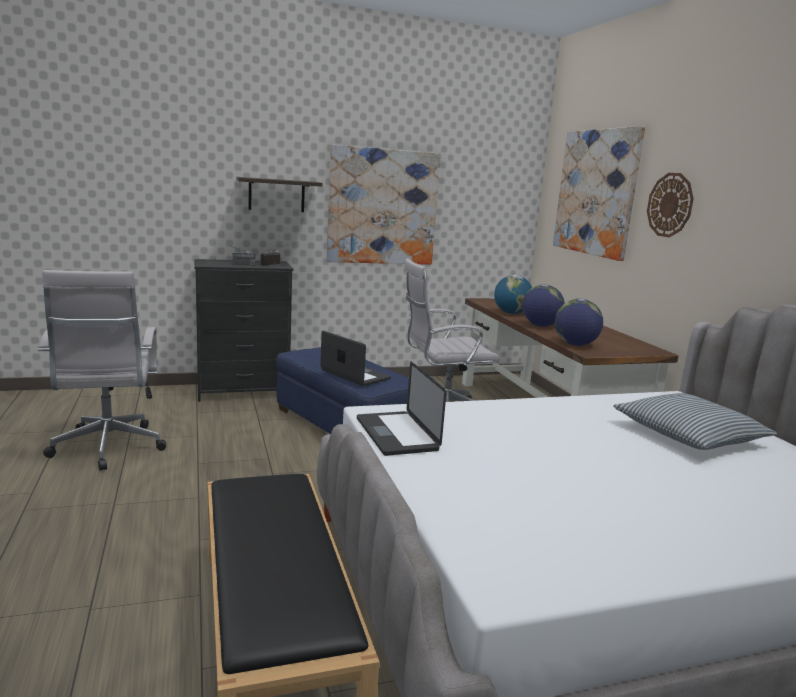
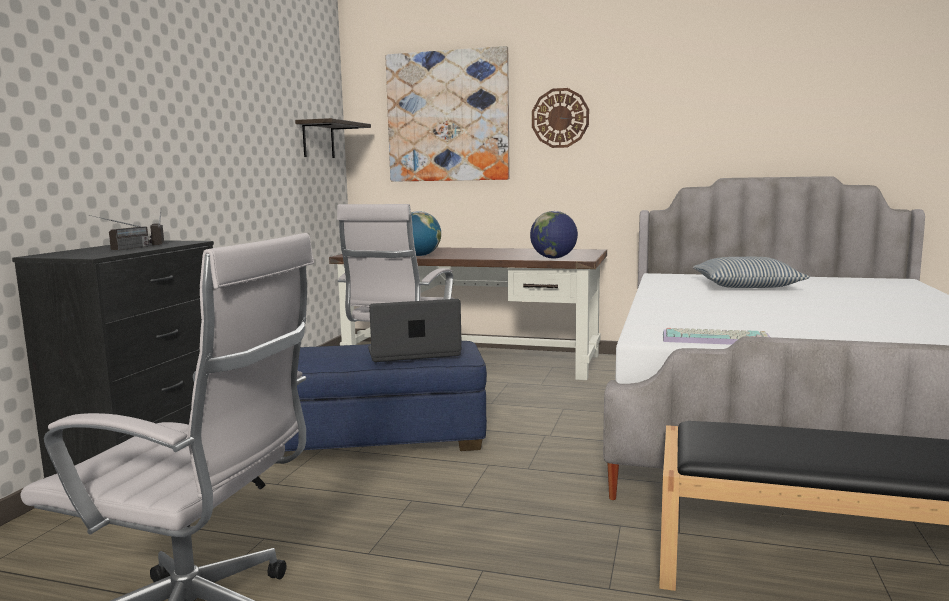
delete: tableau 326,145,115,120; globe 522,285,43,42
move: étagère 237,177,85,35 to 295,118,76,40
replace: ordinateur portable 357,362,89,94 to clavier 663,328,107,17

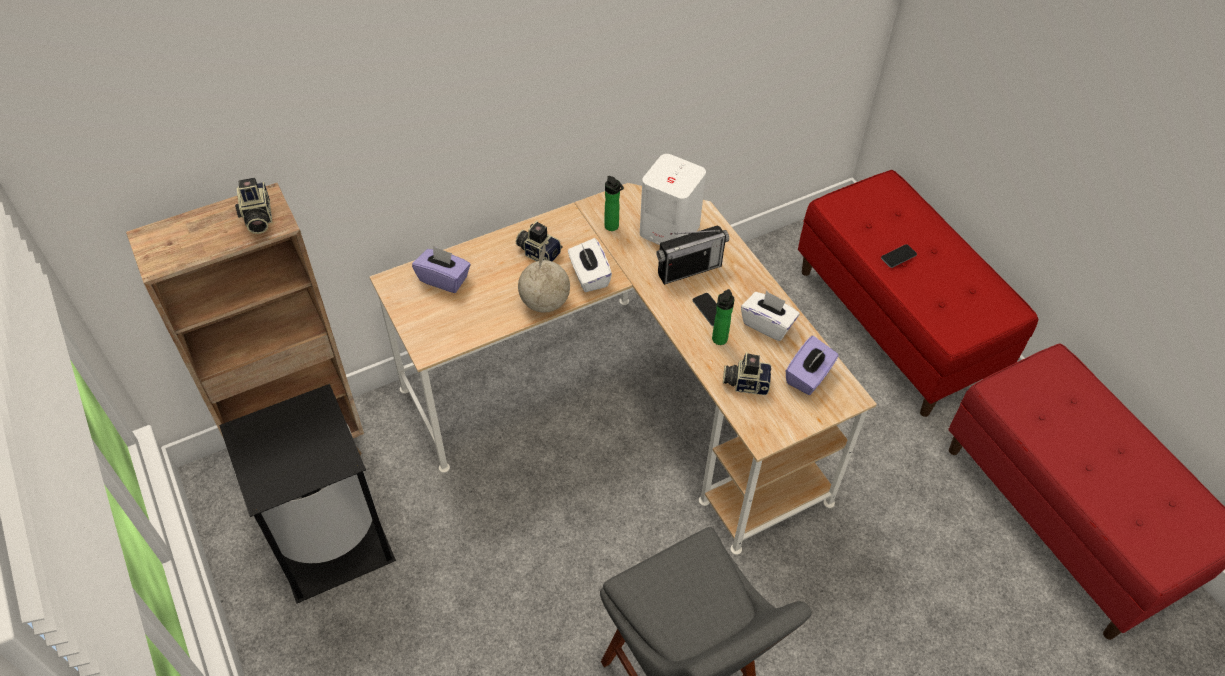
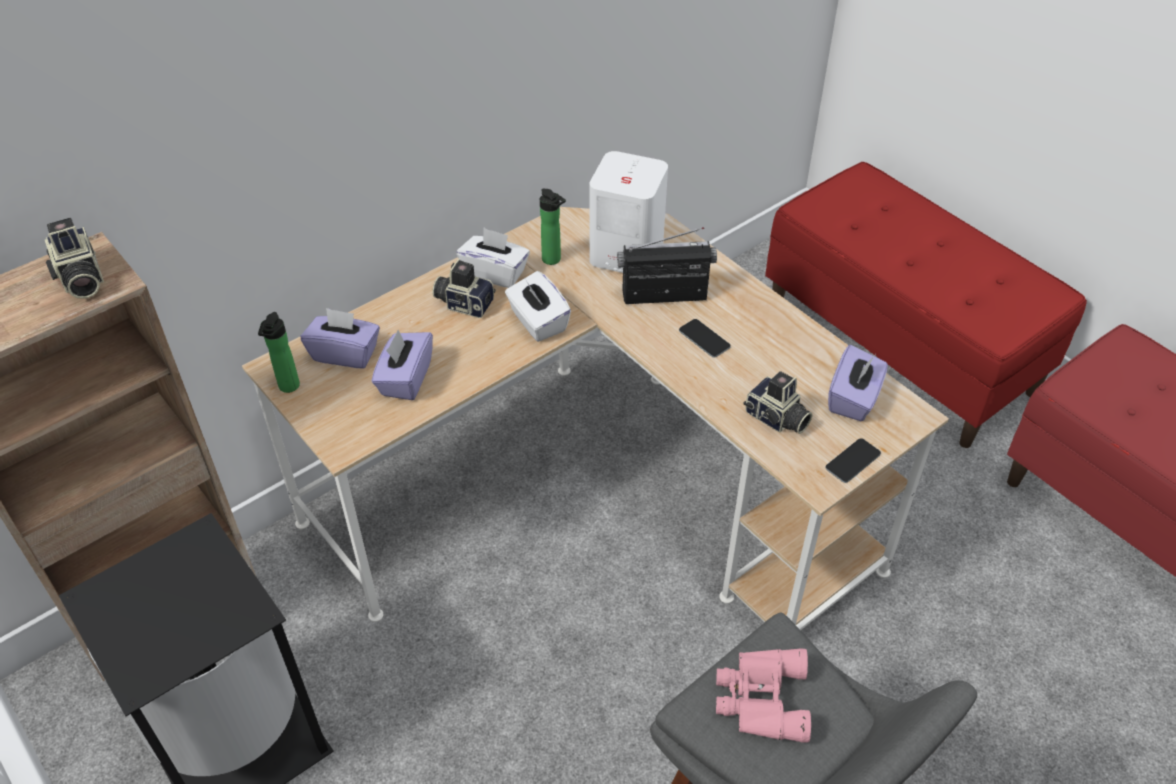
delete: globe 518,242,52,70
insert: boîte à mouchoirs (violet) 372,330,61,70; jumelles (rose) 716,648,95,95
move: bouteille 712,289,23,56 to 258,312,42,81; boîte à mouchoirs (blanc) 741,291,59,50 to 457,227,73,61; téléphone 881,244,36,24 to 825,438,56,45
rotate: radio 656,226,73,59 = 617,227,100,77 150 degrees counterclockwise; appareil photo 723,352,48,43 = 743,371,70,63 135 degrees counterclockwise

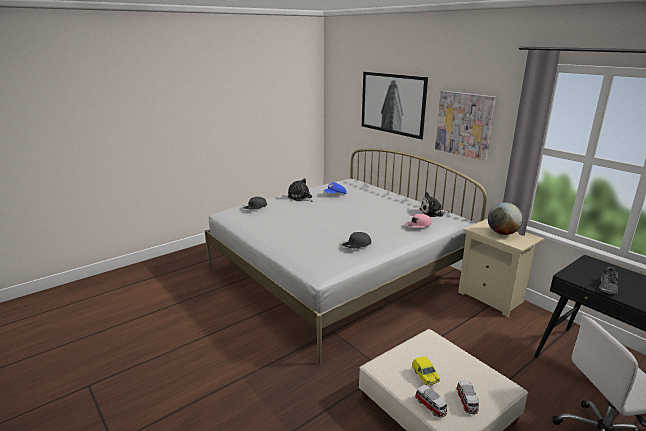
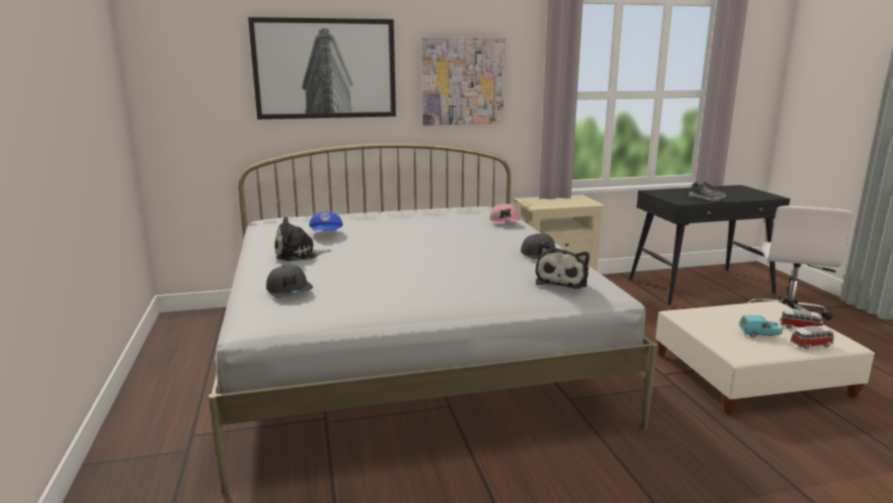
delete: globe 488,202,35,33
move: peluche 420,192,29,25 to 536,243,53,46
recolor: petite voiture (jaune) 412,357,28,28 to petite voiture (turquoise) 739,315,44,23

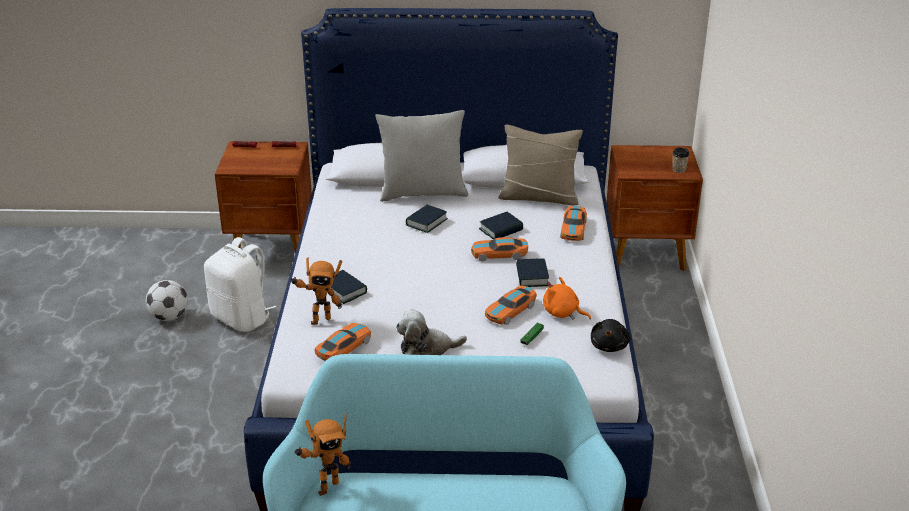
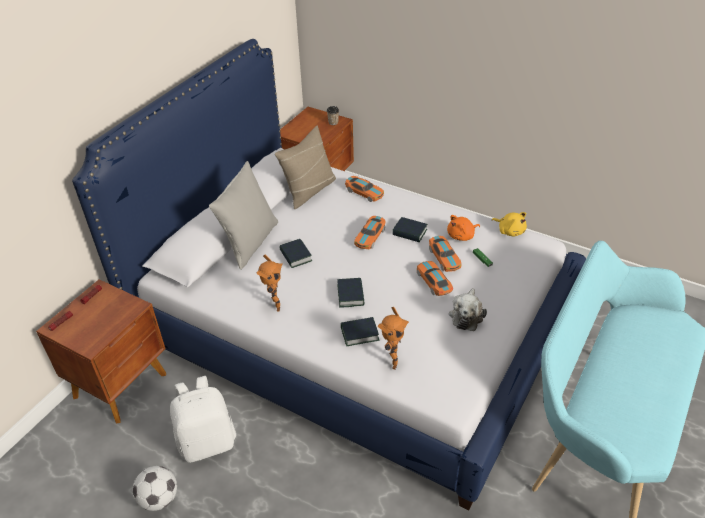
move: robot jouet 294,414,57,82 to 257,255,25,56; petite voiture 314,323,57,38 to 417,261,36,35; livre 479,212,44,27 to 337,278,28,29
recolor: peluche (noir) 591,319,40,33 to peluche (jaune) 492,212,35,24

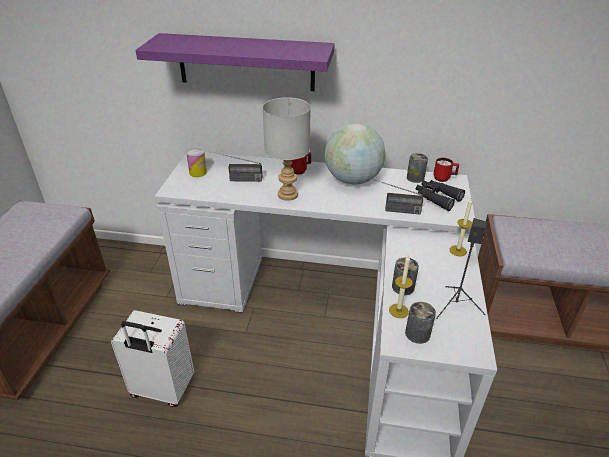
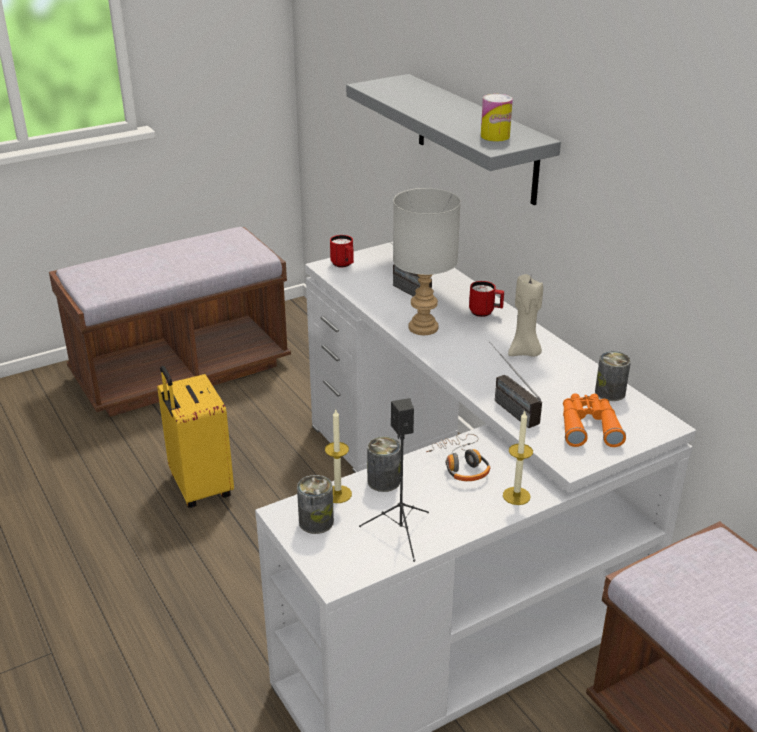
insert: casque audio 426,434,64,47
move: boîte métallique 186,148,21,29 to 481,94,32,47; mug (rouge) 433,158,26,24 to 330,235,24,32
replace: globe 325,123,61,62 to bougie (beige) 508,274,35,83
recolor: valise (blanc) 111,310,83,97 to valise (jaune) 157,366,77,142; étagère (violet) 135,33,199,58 to étagère (gris) 346,74,215,131; jumelles (noir) 416,180,49,31 to jumelles (orange) 563,393,63,54

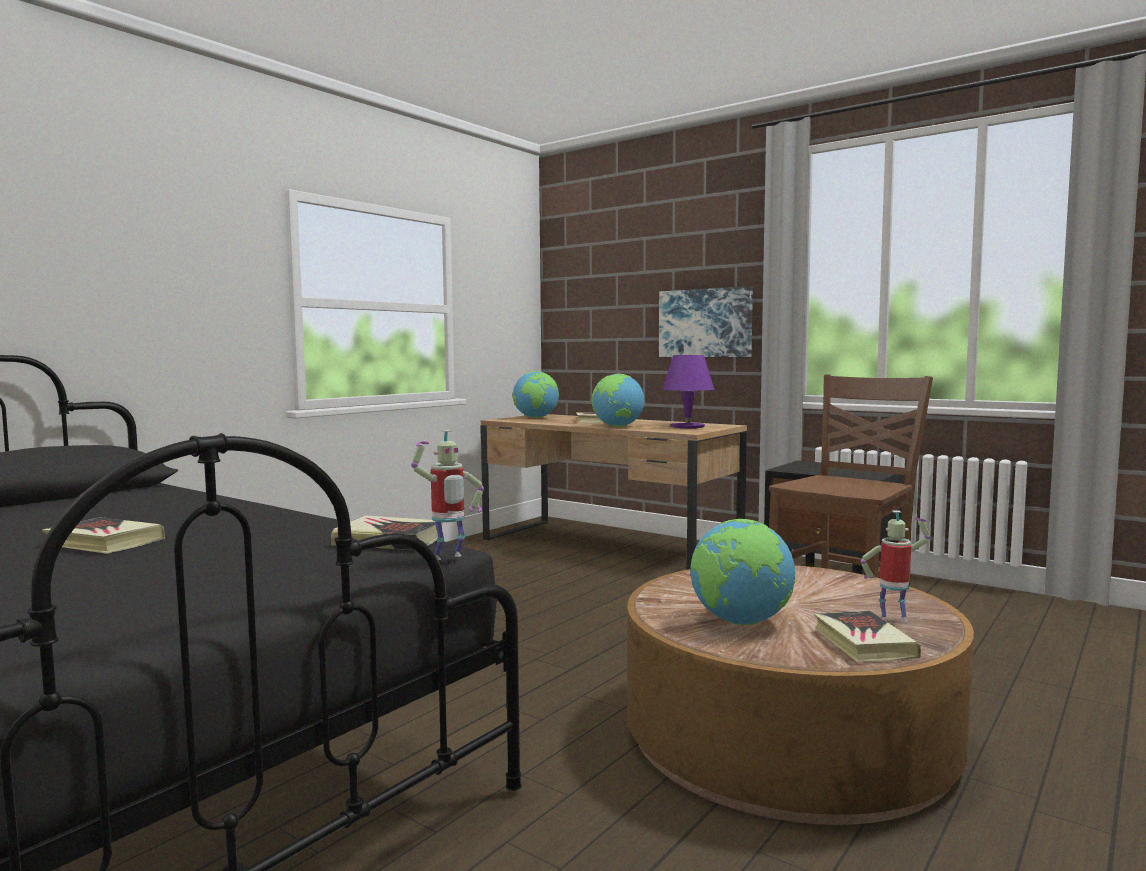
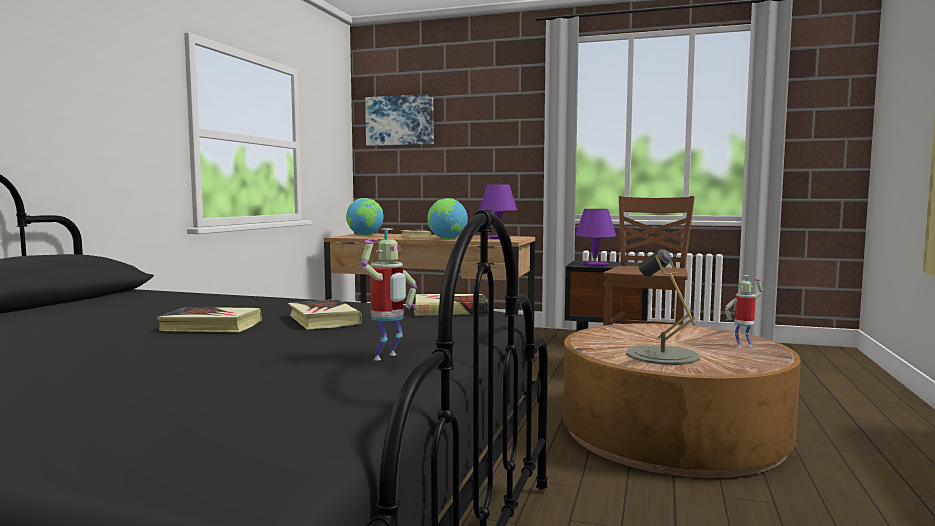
insert: lampe de table (violet) 575,209,41,57
move: robot jouet 411,430,73,130 to 361,228,56,133; tableau 659,286,94,71 to 365,94,69,52; livre 814,611,107,51 to 288,299,74,31
replace: globe 690,519,105,106 to lampe de table (gris) 626,249,74,116

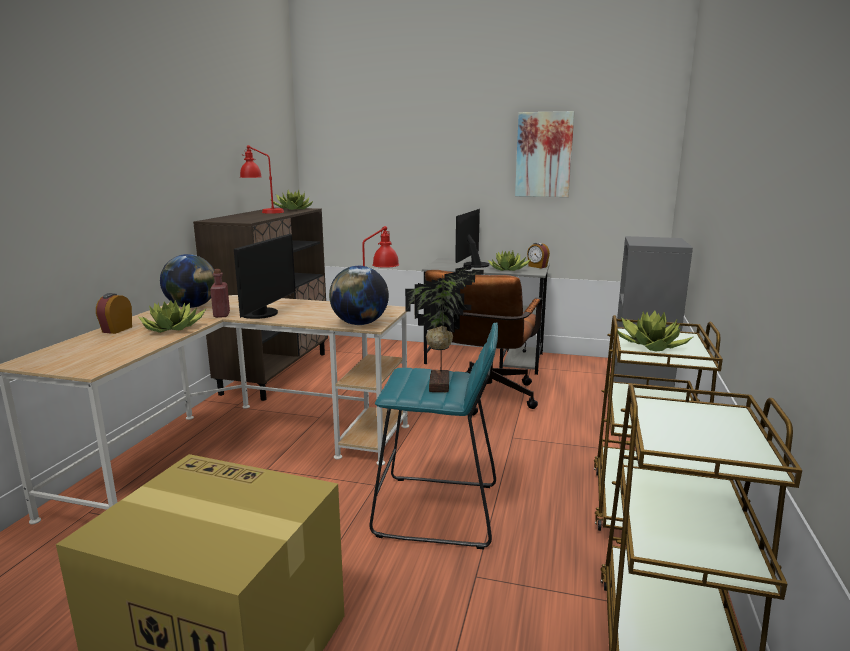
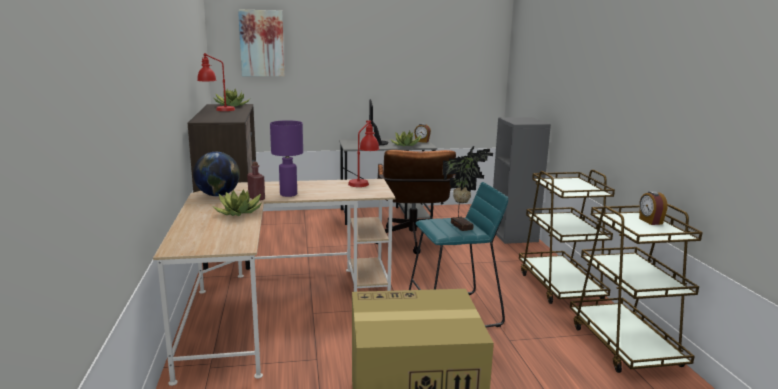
delete: globe 329,266,60,59; plante en pot 618,311,75,41
move: réveil 96,293,36,41 to 639,191,29,34; tableau 515,111,59,86 to 238,9,46,68
replace: écran d'ordinateur 234,234,62,85 to lampe de table (violet) 270,120,33,77

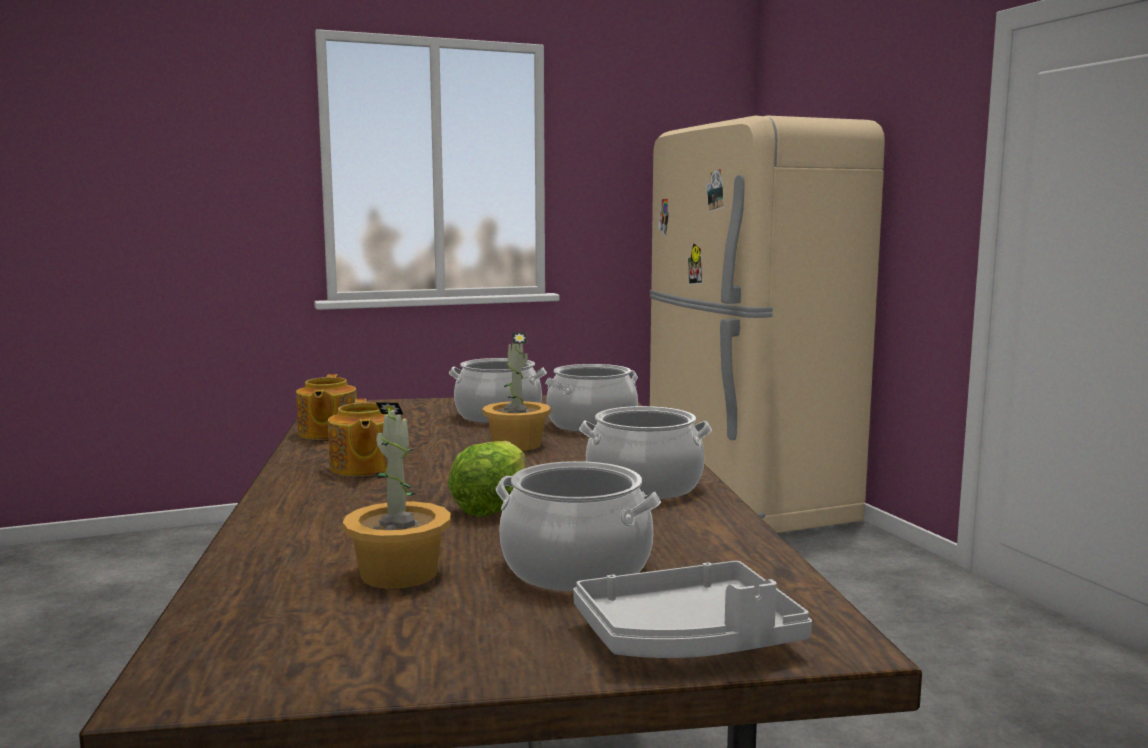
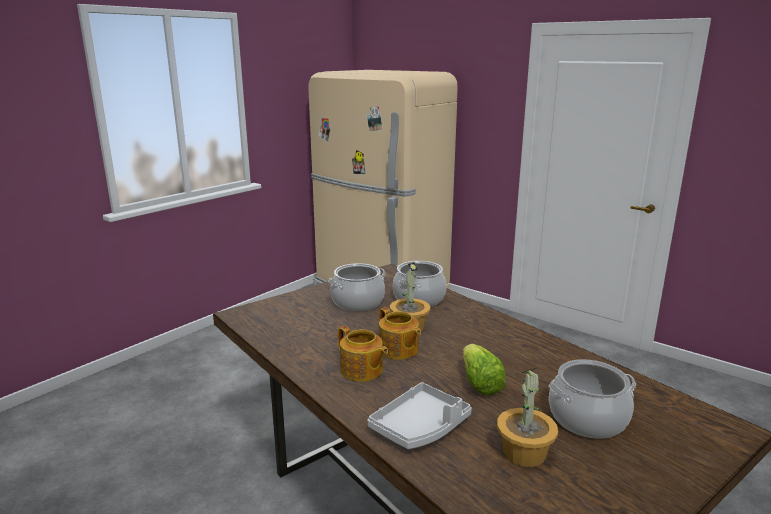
delete: marmite 579,406,133,93
move: théière 296,374,61,66 to 379,307,42,53; plateau (gris) 573,561,239,97 to 367,382,105,67

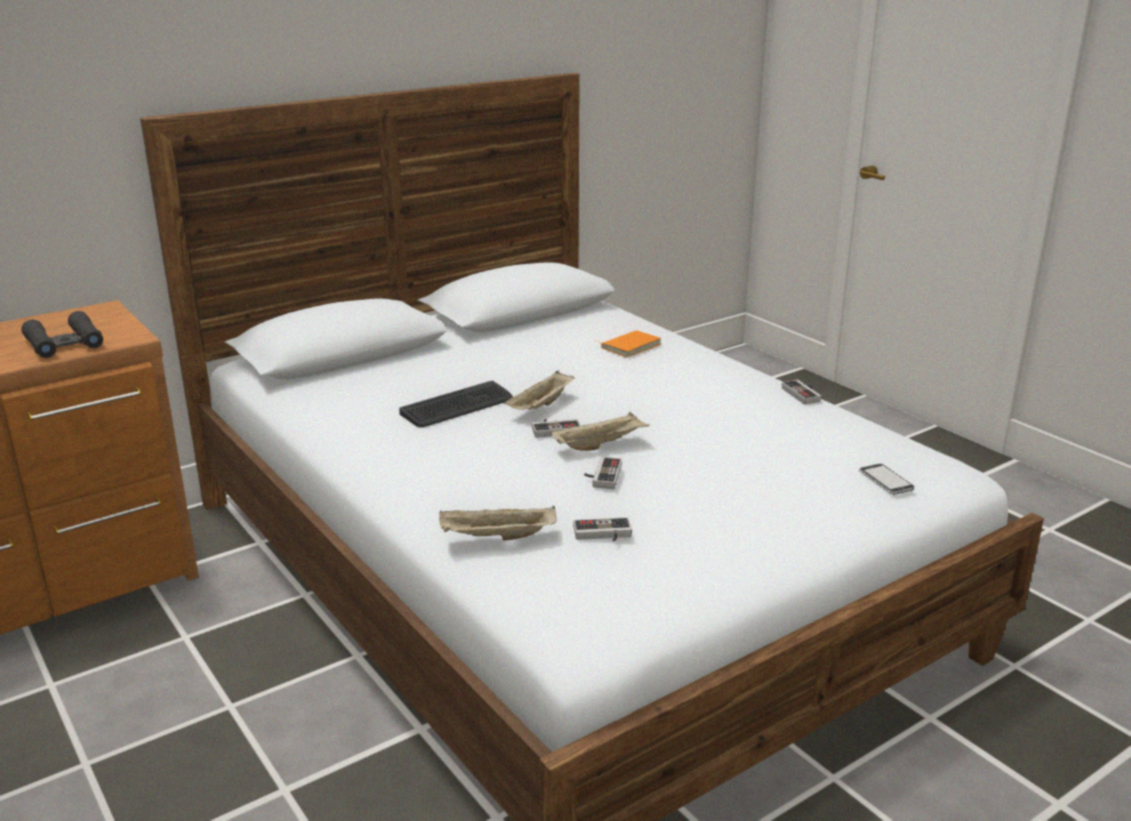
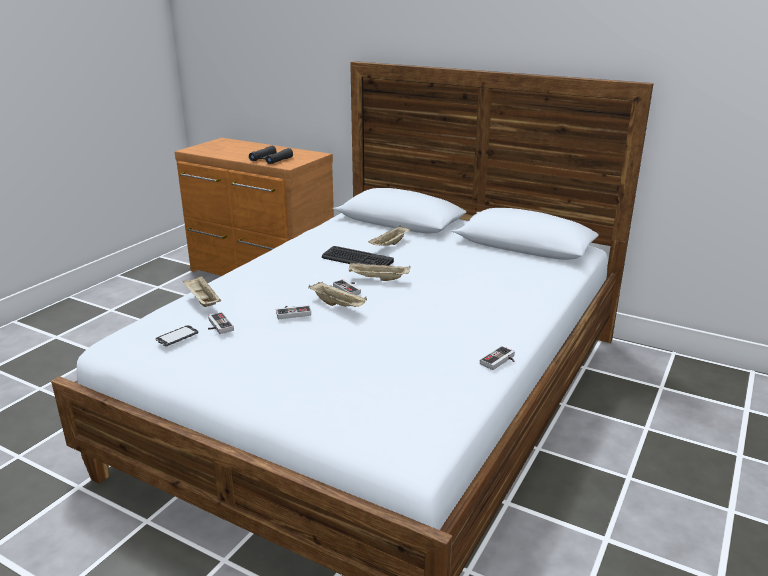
delete: livre (orange) 594,330,67,28
insert: plateau (beige) 368,225,42,21
move: téléphone 859,464,55,31 to 155,325,43,21

